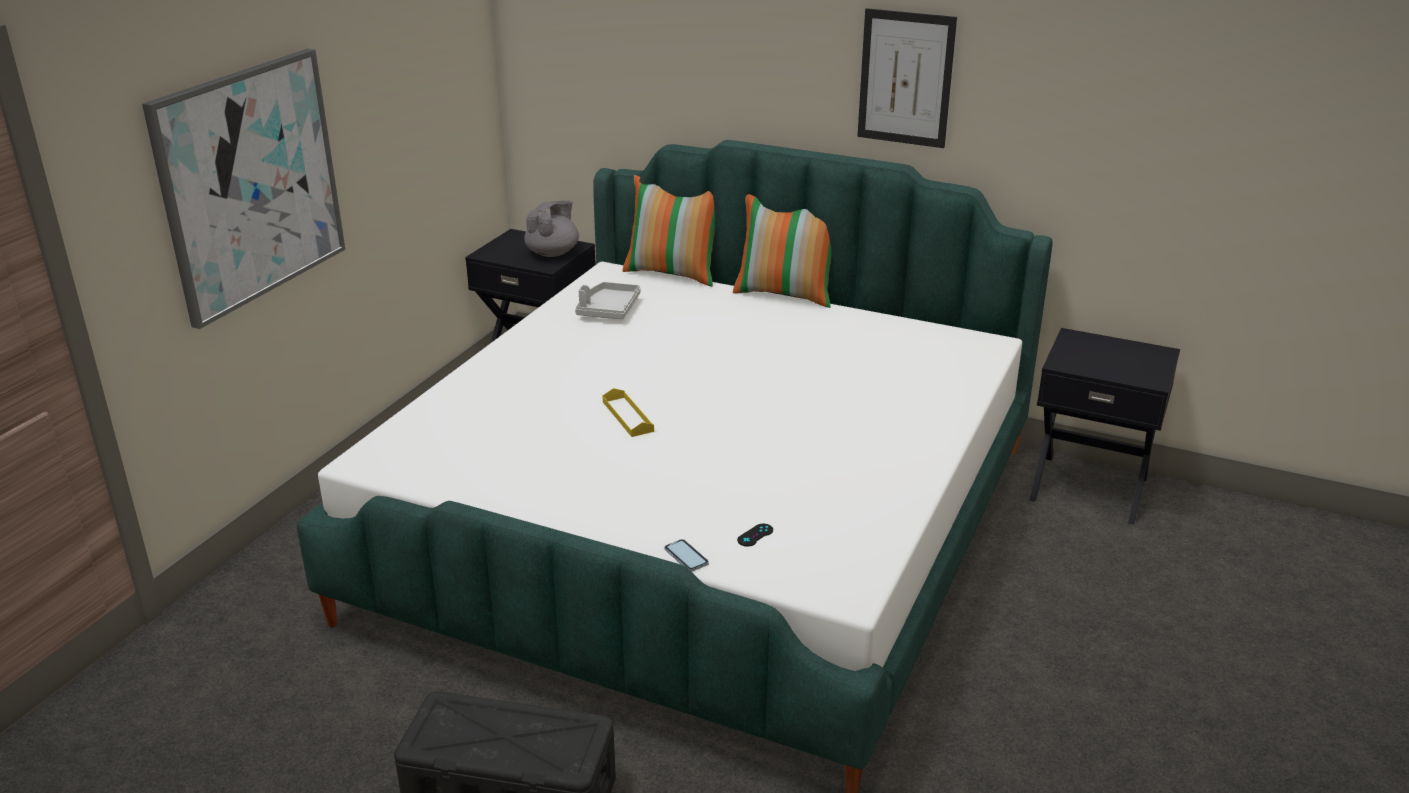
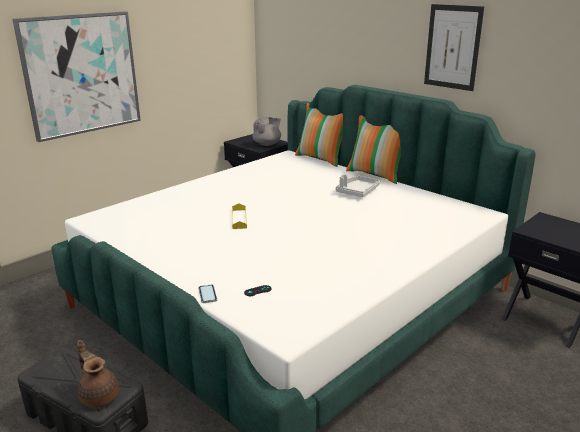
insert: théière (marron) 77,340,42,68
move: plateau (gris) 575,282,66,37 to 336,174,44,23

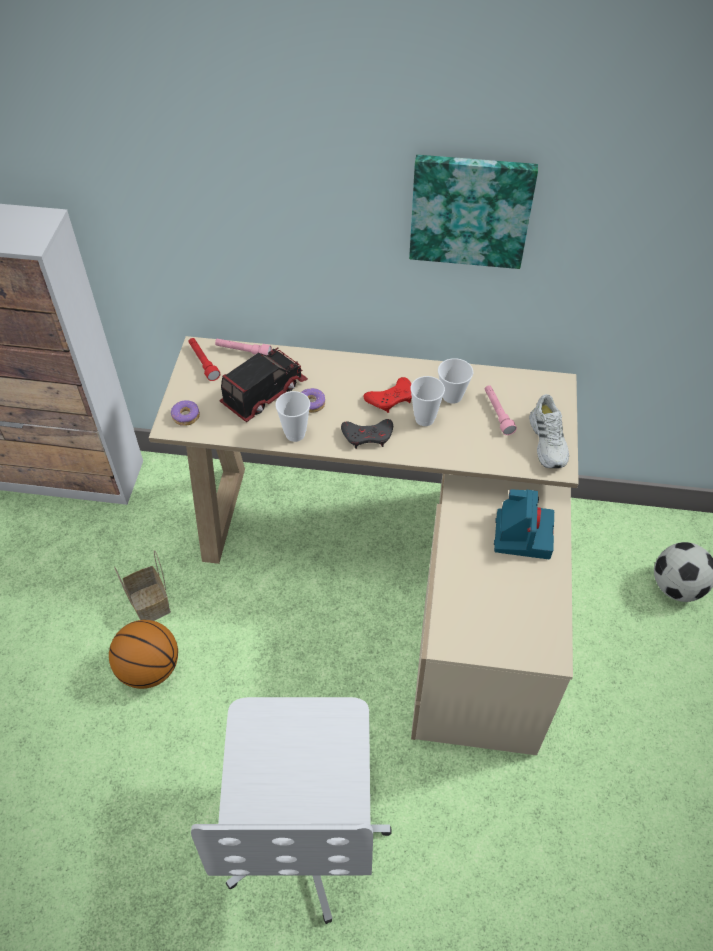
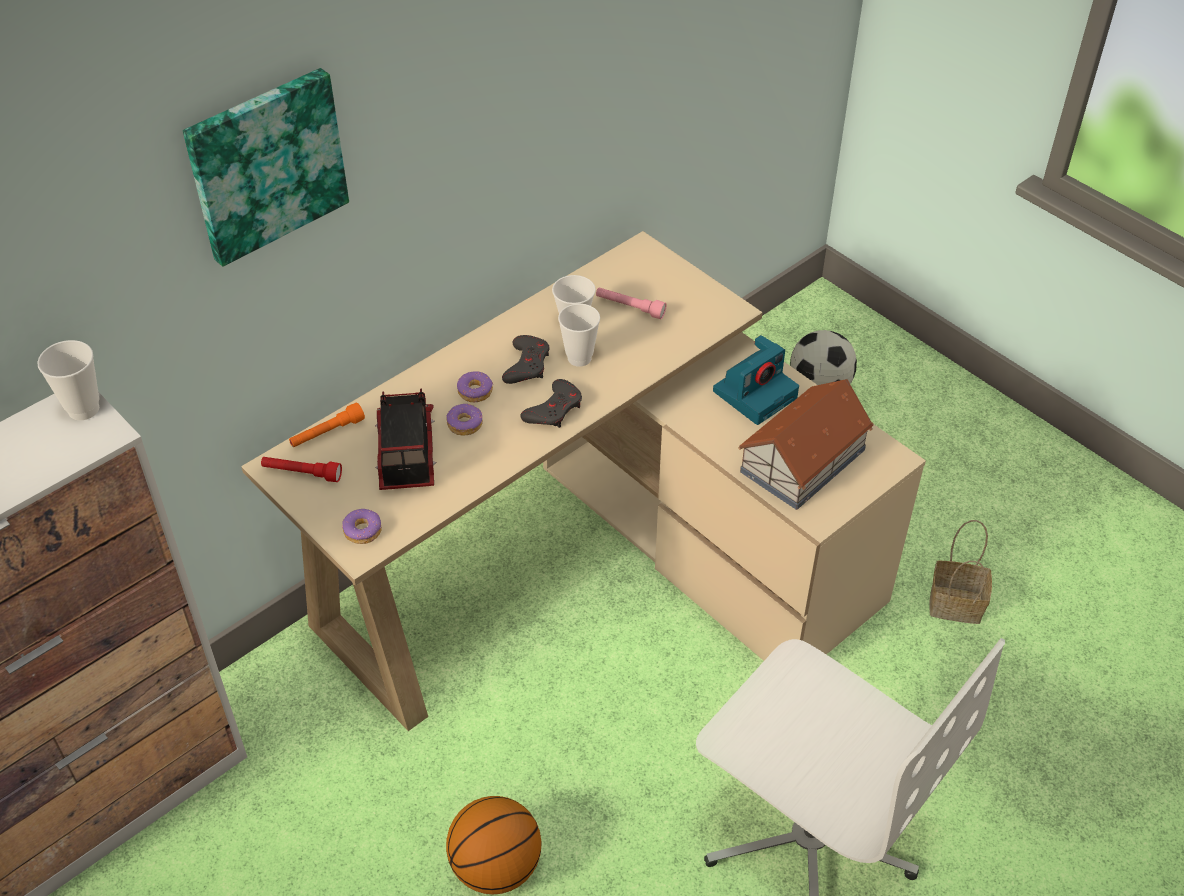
delete: chaussure (blanc) 529,394,40,74
insert: beignet 457,371,36,31; maison miniature 738,379,136,131
move: panier 114,550,57,71 to 930,520,62,104; tasse 275,391,35,51 to 37,340,63,80; tableau 409,155,129,114 to 183,68,166,199
recolor: lampe de poche (rose) 215,339,57,16 to lampe de poche (orange) 289,403,76,44; manette (rouge) 364,377,48,36 to manette (gris) 502,335,48,49
rotate: appareil photo 494,489,60,70 = 713,335,86,90 90 degrees clockwise

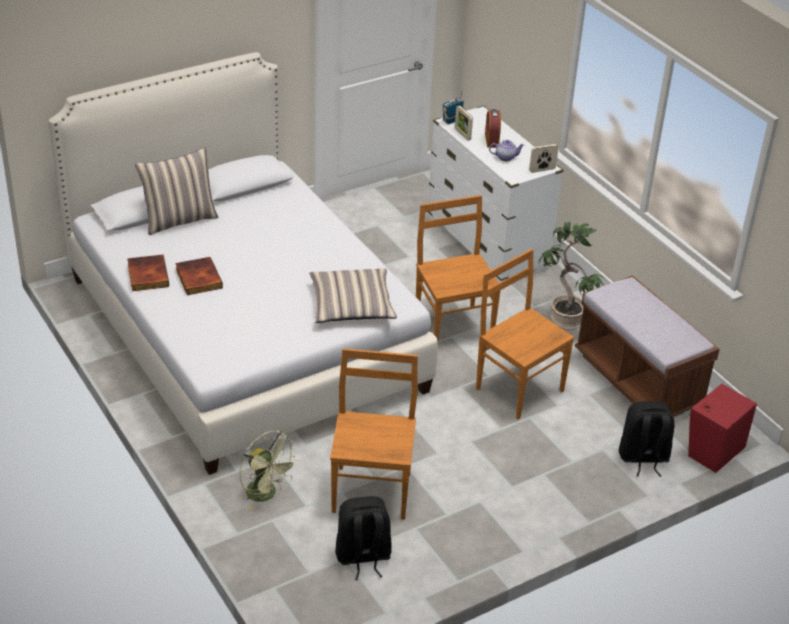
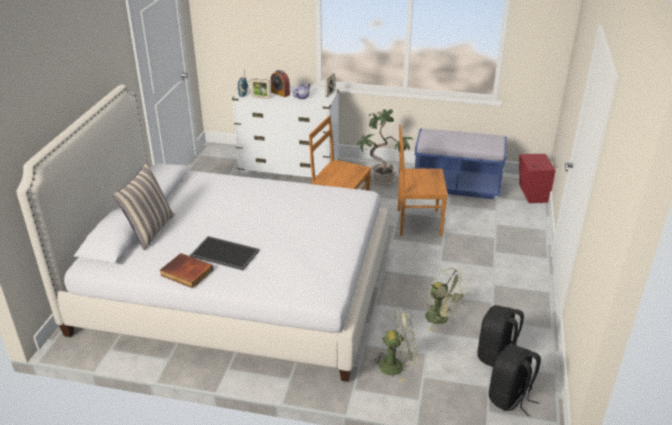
delete: coussin 309,268,88,55
move: sac à dos (noir) 619,401,55,76 to 489,345,52,71
replace: livre 175,257,48,38 to plateau 190,236,70,35; chaise (marron) 330,348,88,172 to ventilateur (vert) 425,268,43,63
recolor: banc (marron) 575,275,145,142 to banc (bleu) 415,128,92,71

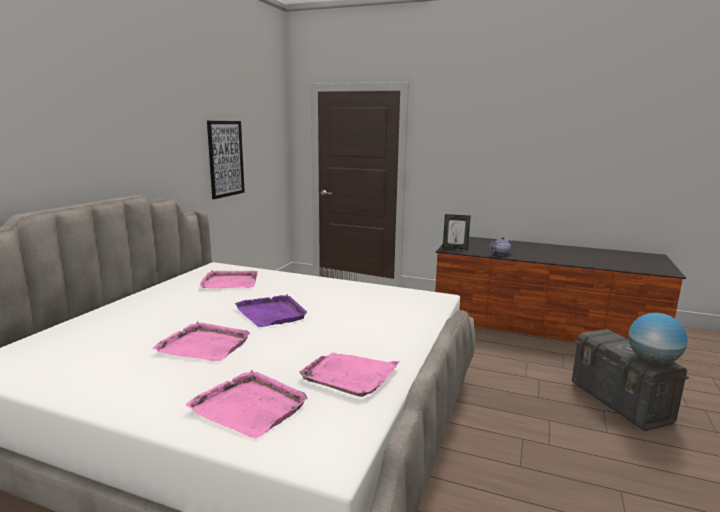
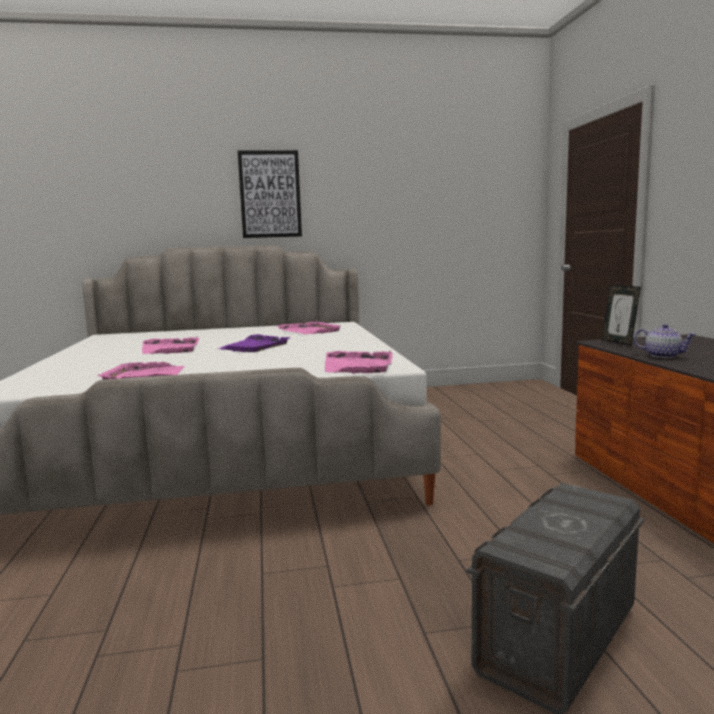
delete: globe 628,313,60,51
move: plateau (rose) 186,370,121,69 to 325,350,68,24; tableau 207,121,38,78 to 238,150,64,88

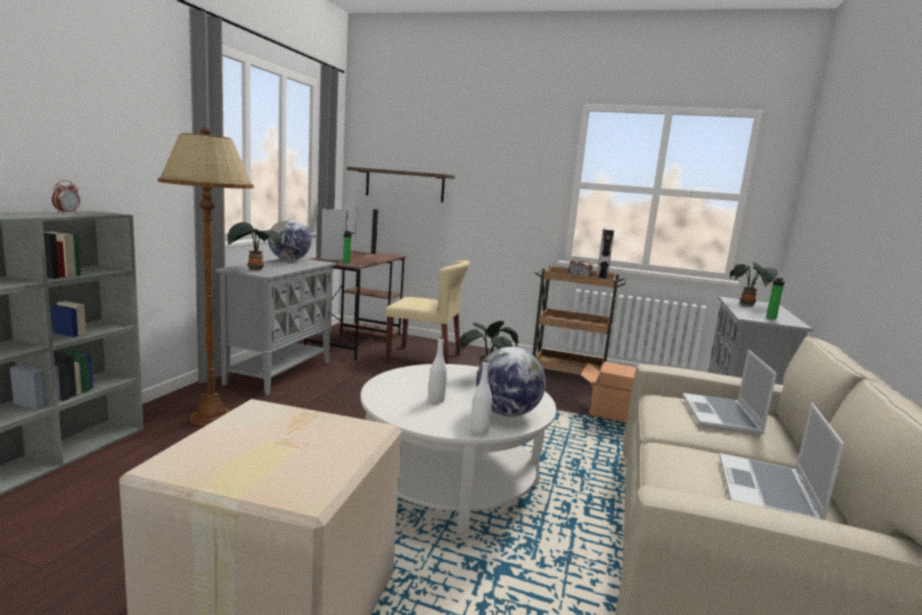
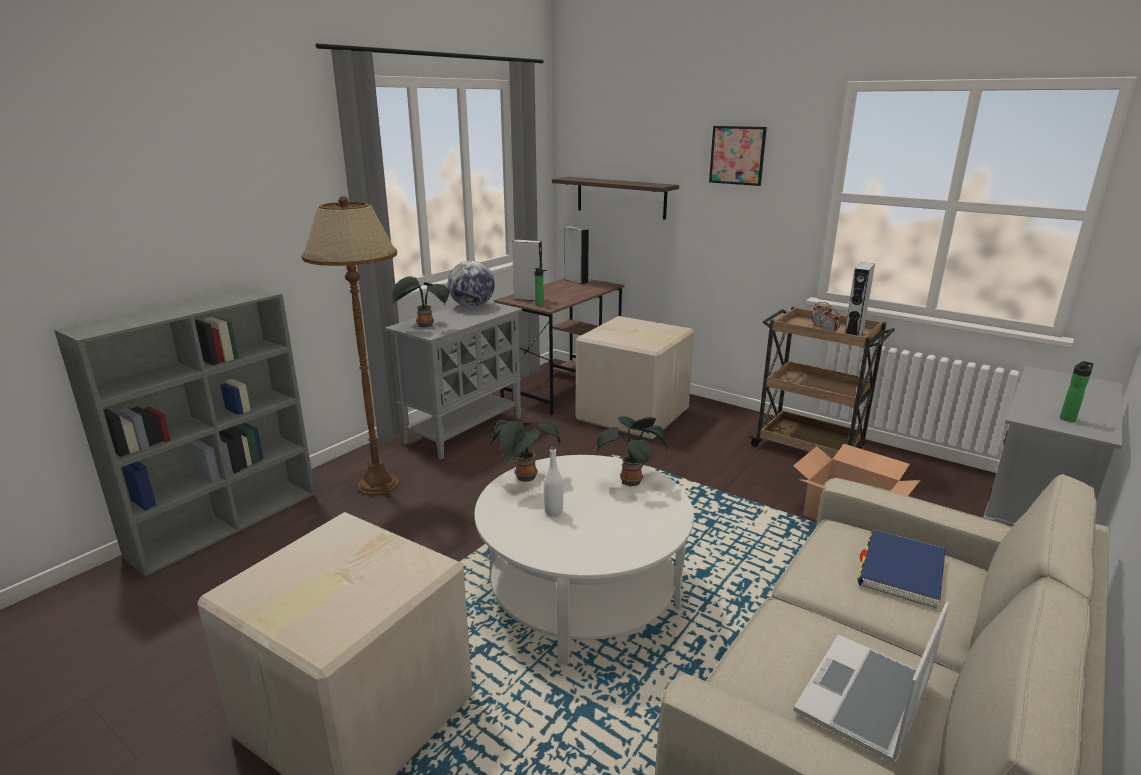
delete: réveil 52,180,28,34; bouteille (blanc) 471,360,21,75; globe 476,347,70,70
insert: tableau 709,126,58,60
move: plante en pot 730,262,48,44 to 491,420,70,62
replace: chaise (beige) 386,260,84,104 to carton 576,316,118,123; ordinateur portable 683,350,94,85 to livre (bleu) 857,530,89,79

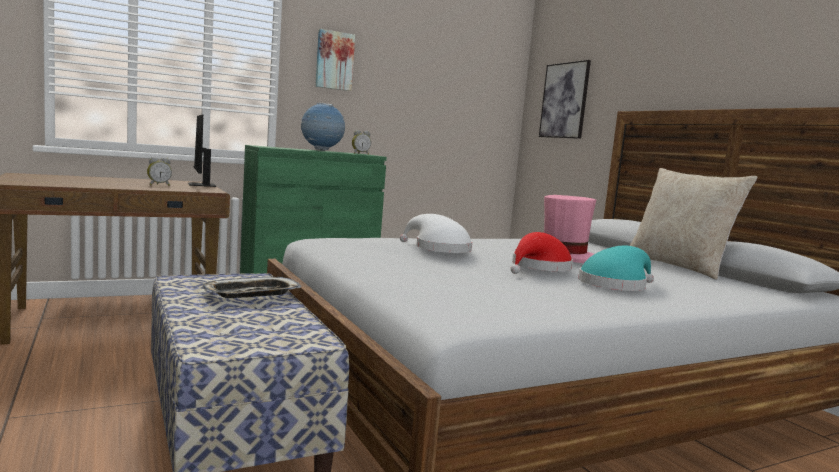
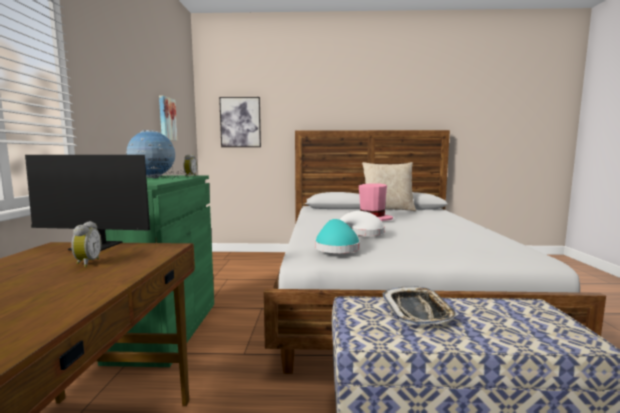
delete: chapeau (rouge) 511,232,62,42
move: tableau 315,29,40,62 to 159,95,19,46; chapeau (turquoise) 578,246,76,45 to 315,219,45,34

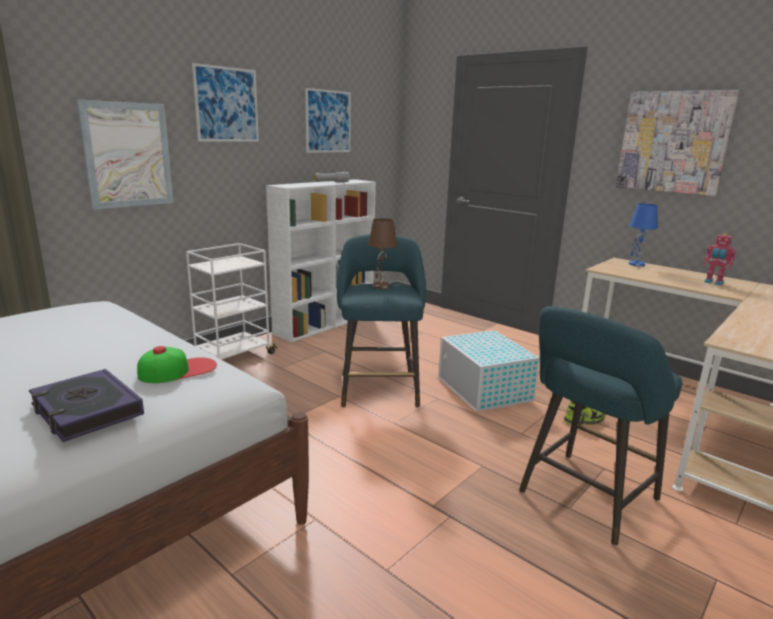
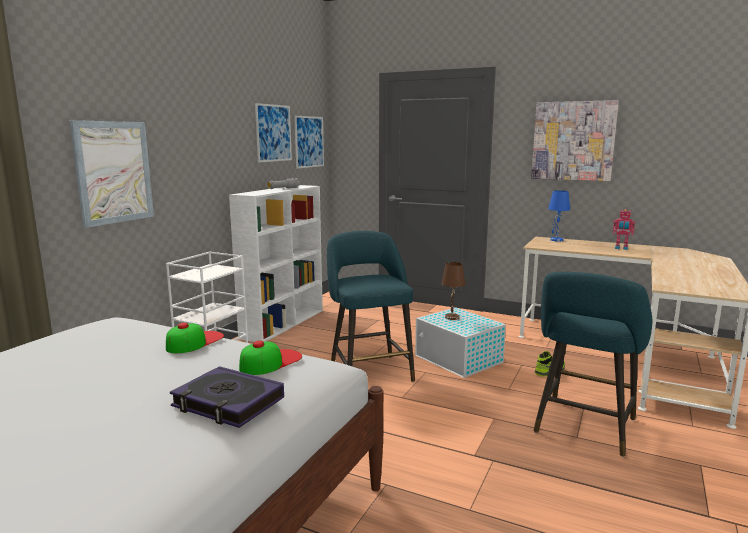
insert: casquette 166,322,58,31
move: tableau 192,63,67,79 to 294,116,30,53; lampe de table (marron) 368,218,29,71 to 441,262,24,58

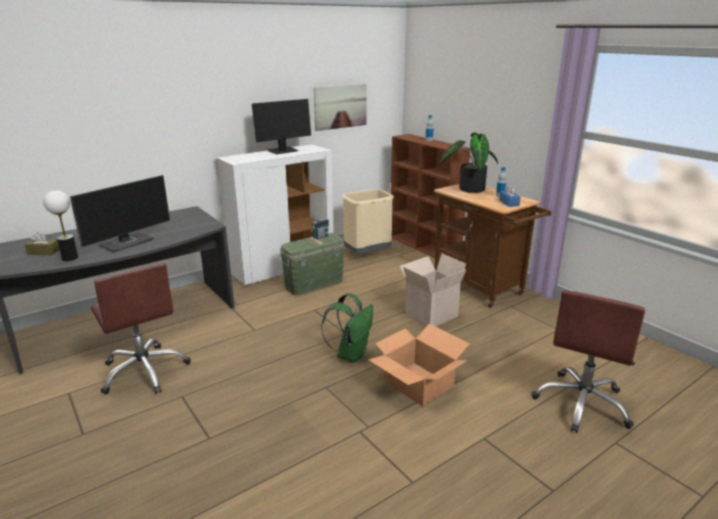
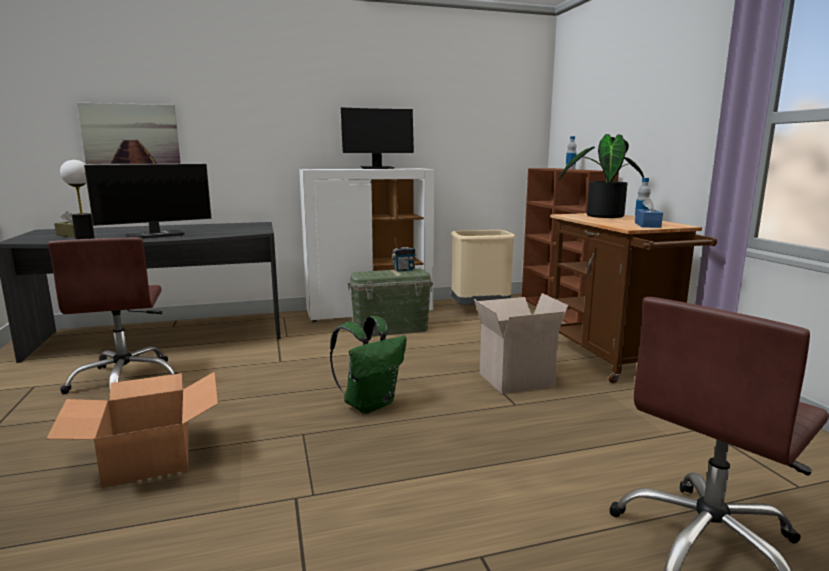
move: tableau 314,84,53,47 to 77,103,104,61; carton 368,323,101,83 to 46,372,172,115

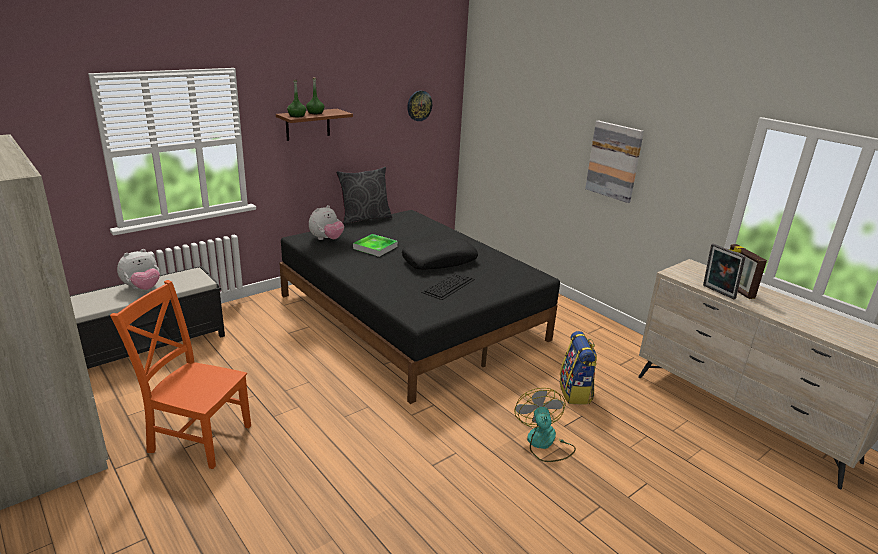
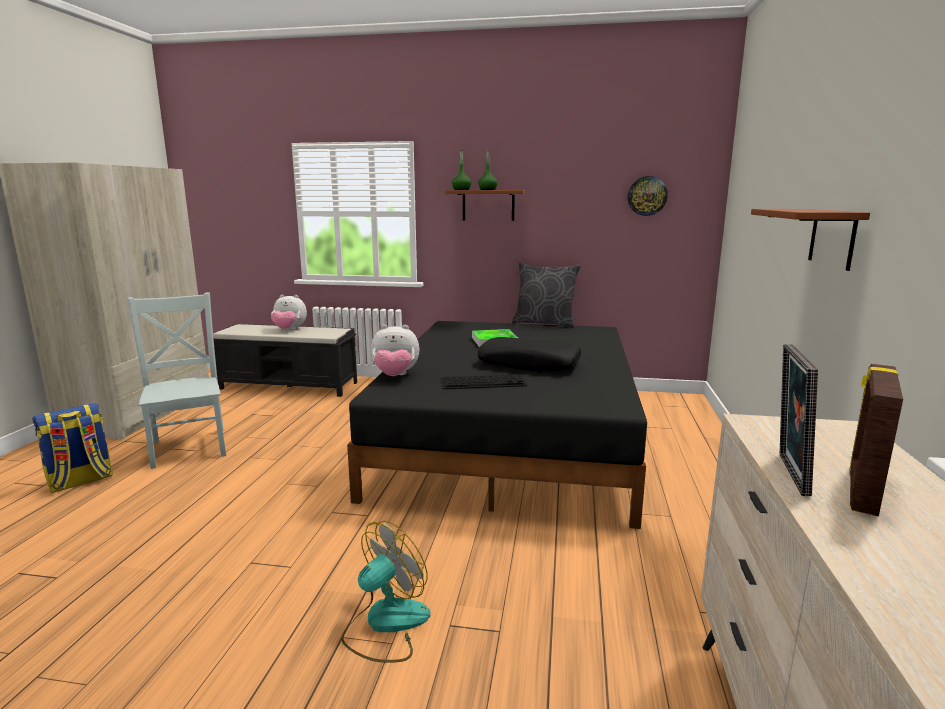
move: peluche 309,205,35,35 to 371,325,48,51; sac à dos 560,331,37,73 to 32,403,81,90
replace: tableau 585,120,59,83 to étagère (marron) 751,209,119,62
recolor: chaise (orange) 110,280,141,189 to chaise (gris) 127,293,99,176

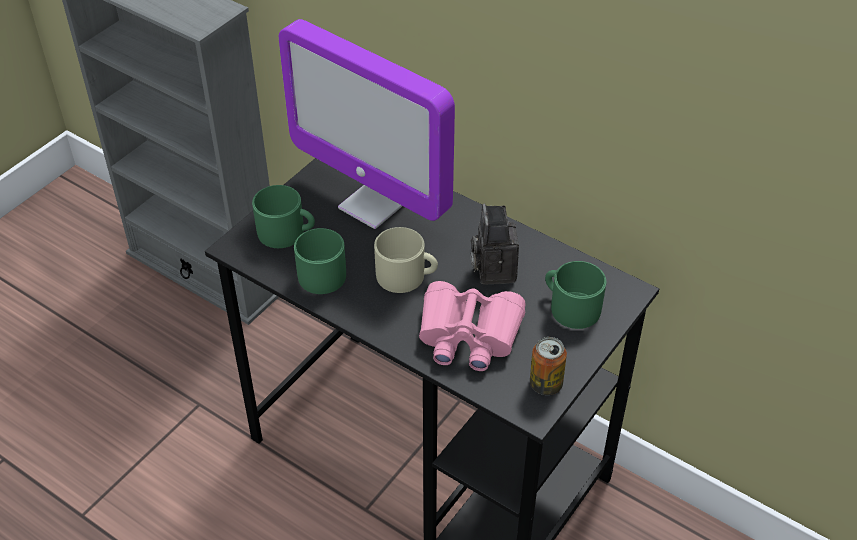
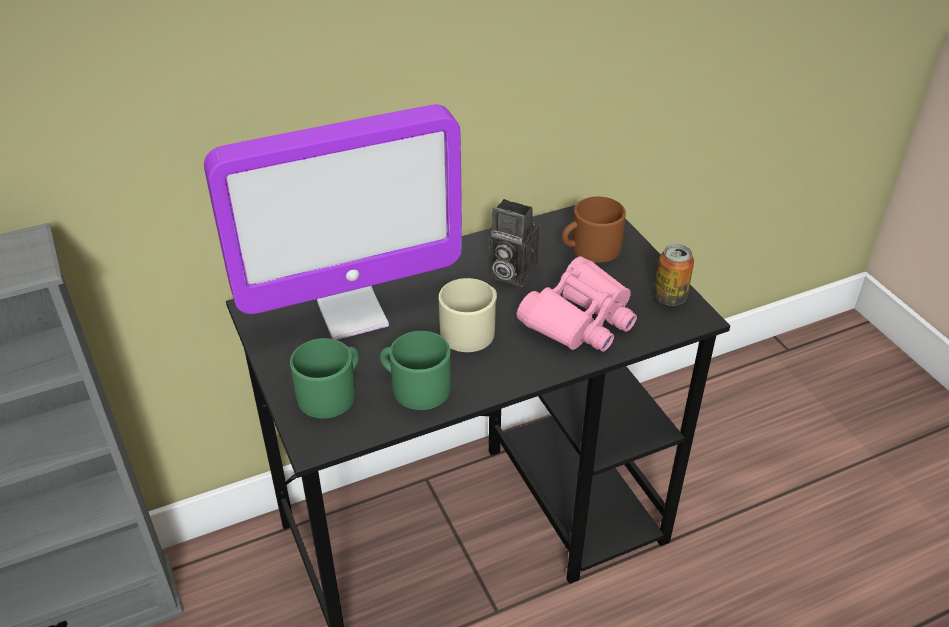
recolor: mug (vert) 545,261,61,68 to mug (marron) 562,197,64,66

